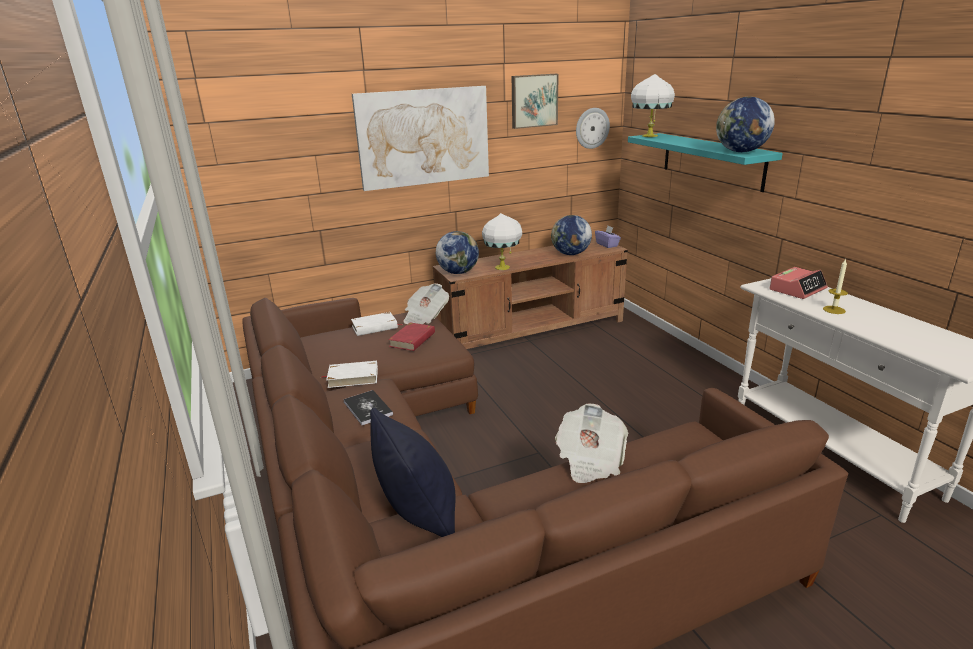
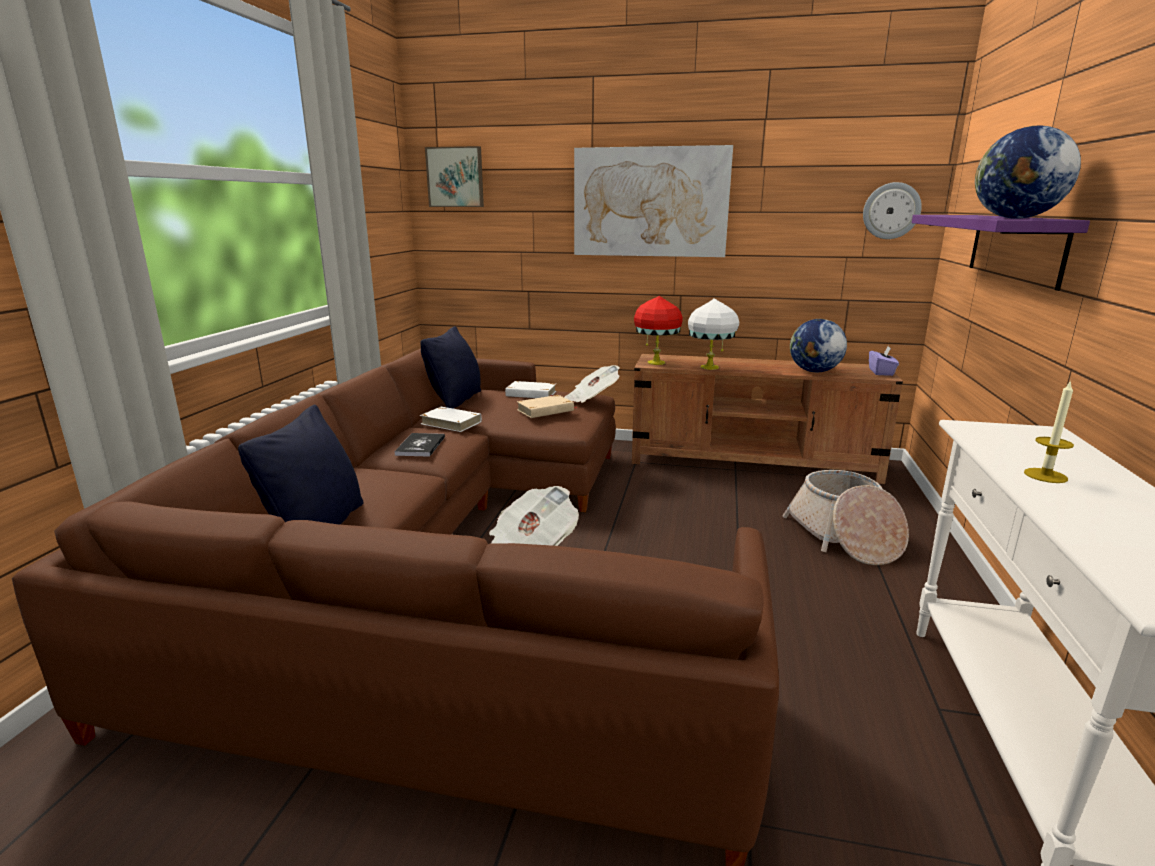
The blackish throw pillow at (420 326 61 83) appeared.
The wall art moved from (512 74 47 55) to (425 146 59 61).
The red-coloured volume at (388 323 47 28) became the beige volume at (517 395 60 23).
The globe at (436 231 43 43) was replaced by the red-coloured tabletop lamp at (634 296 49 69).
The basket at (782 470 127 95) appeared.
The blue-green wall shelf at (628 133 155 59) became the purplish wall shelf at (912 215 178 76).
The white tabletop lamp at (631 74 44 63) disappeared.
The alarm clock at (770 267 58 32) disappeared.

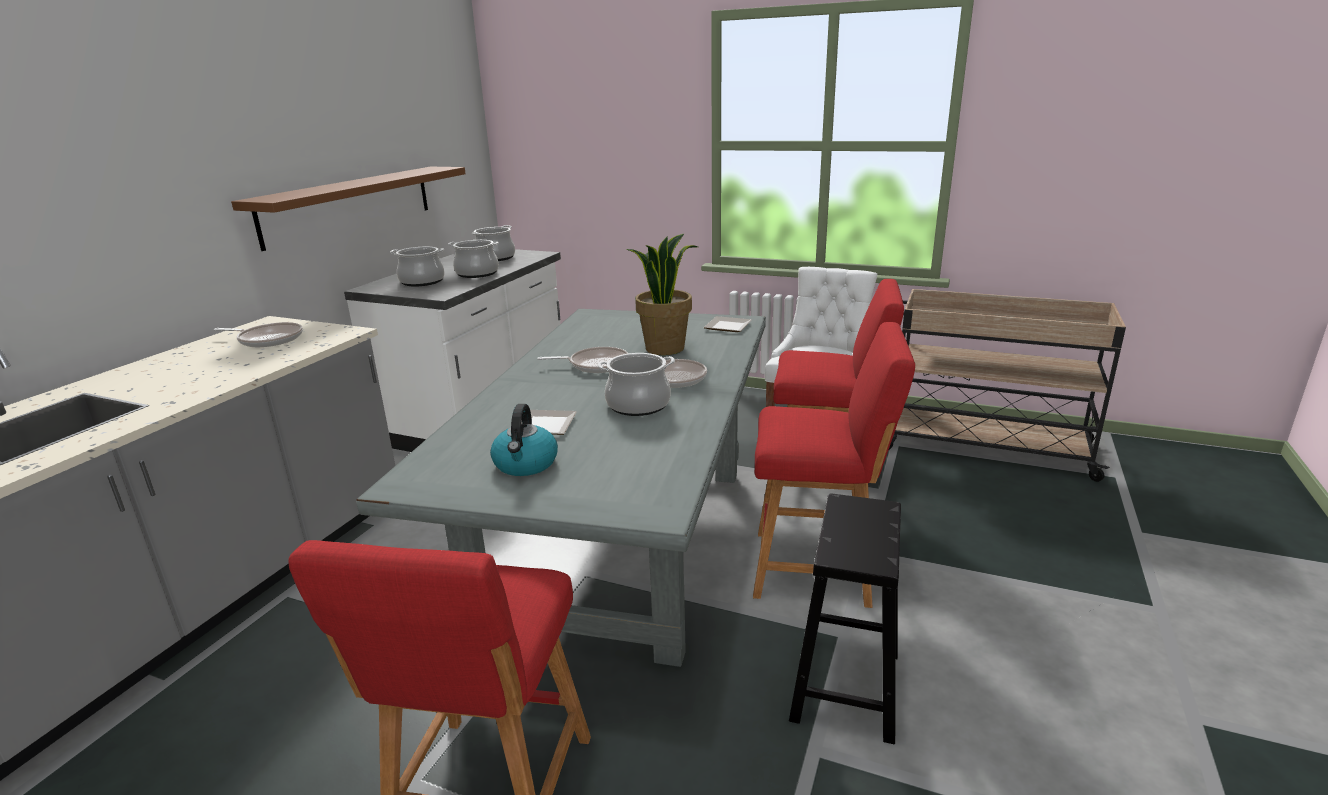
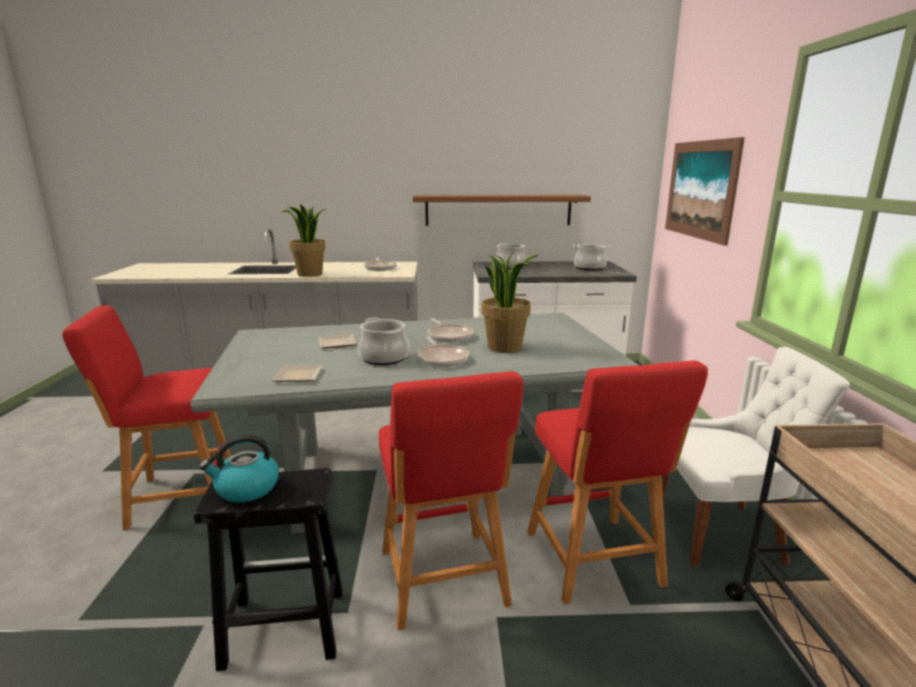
The kettle moved from (490 404 68 72) to (199 434 80 68).
The dinner plate moved from (704 316 48 16) to (271 365 52 17).
The potted plant at (282 204 44 73) appeared.
The wall art at (665 137 80 109) appeared.
The saucepot at (448 240 51 38) disappeared.

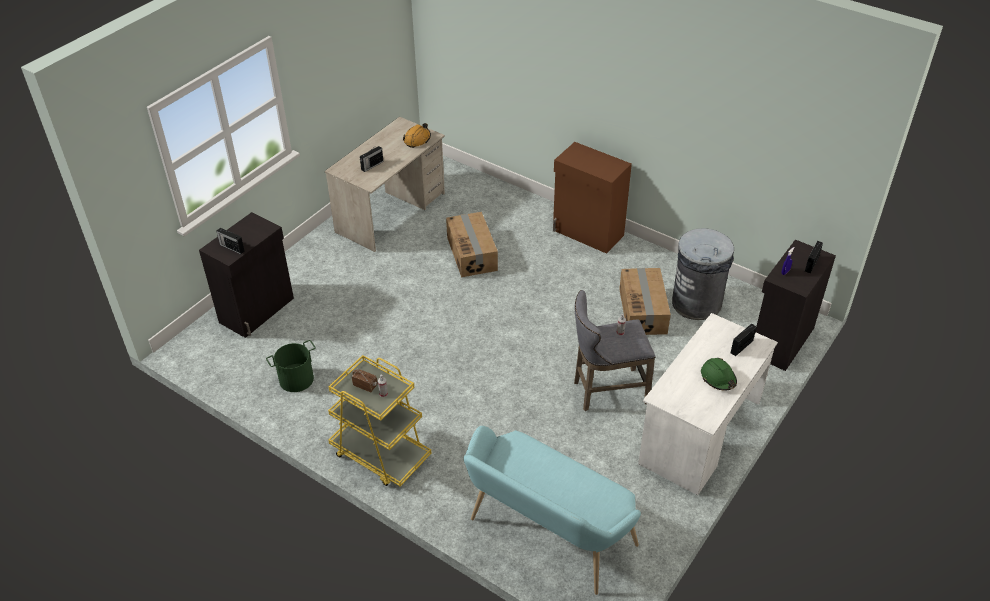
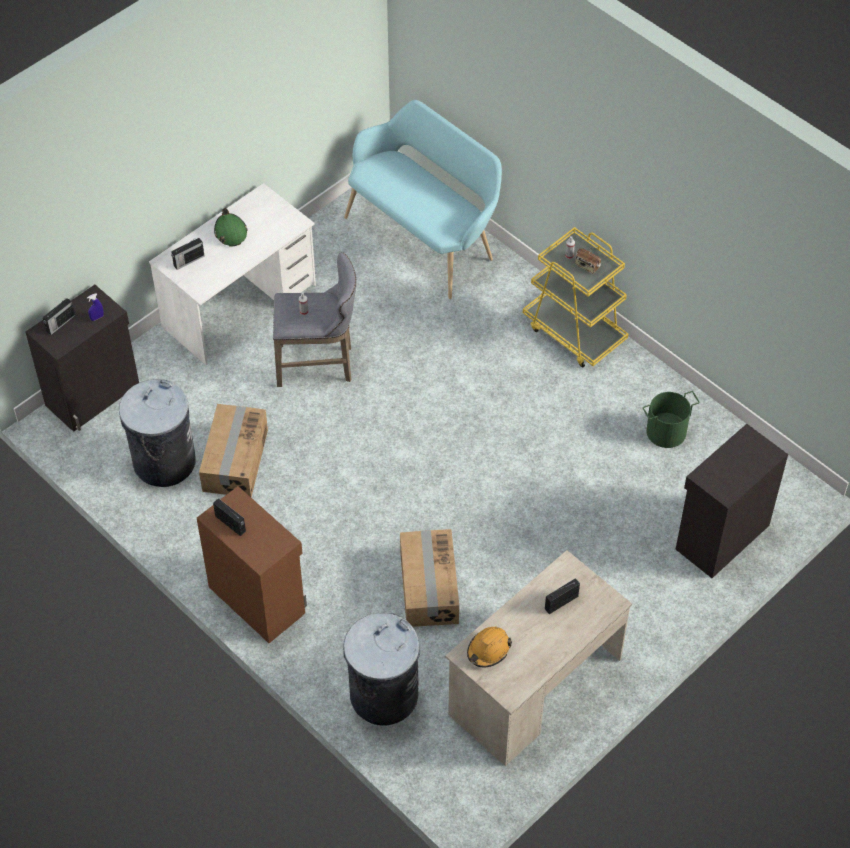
The radio moved from (216 228 29 26) to (213 498 33 38).
The gray trash can at (343 613 77 113) appeared.

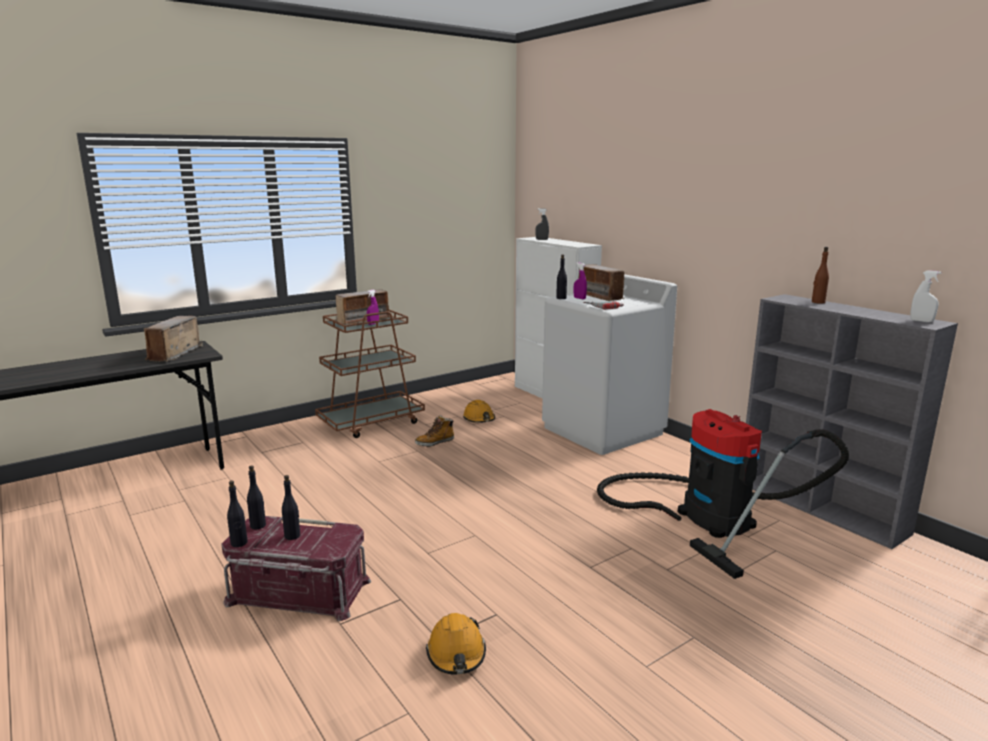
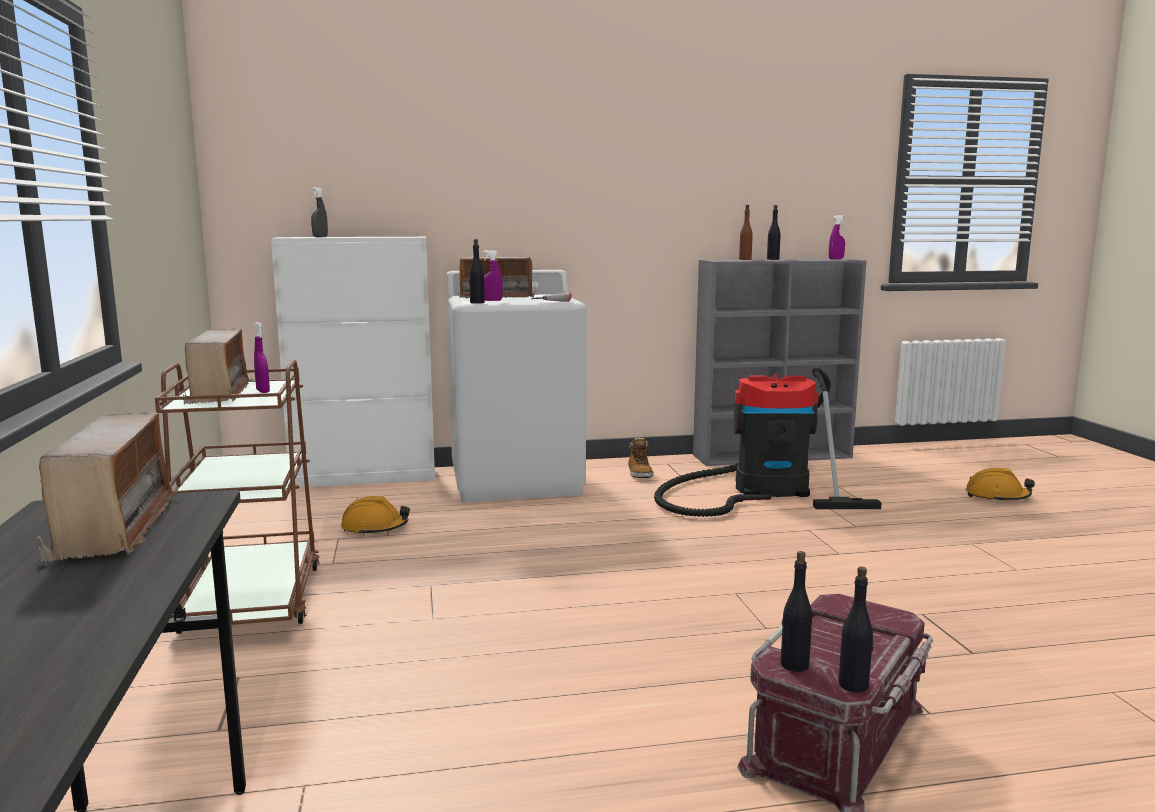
The radio at (144 316 59 46) turned 135 degrees counterclockwise.
The boot moved from (415 415 39 32) to (628 438 26 40).
The blackish beverage bottle moved from (282 475 18 65) to (767 205 14 55).
The white spray bottle at (910 270 32 52) became the purplish spray bottle at (829 215 16 44).
The orangey safety helmet moved from (426 613 60 62) to (966 468 69 34).

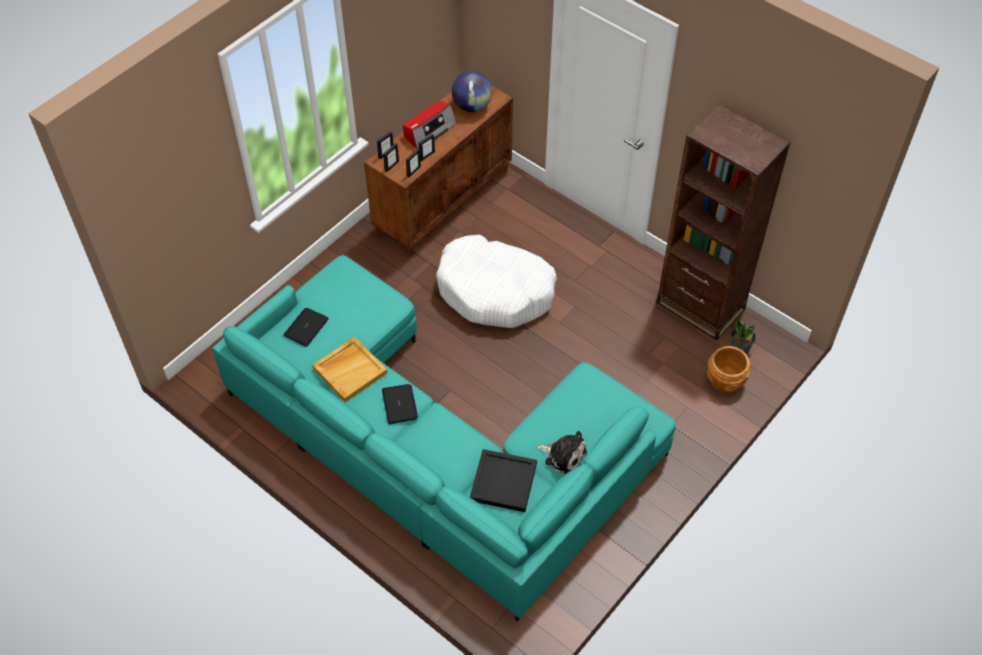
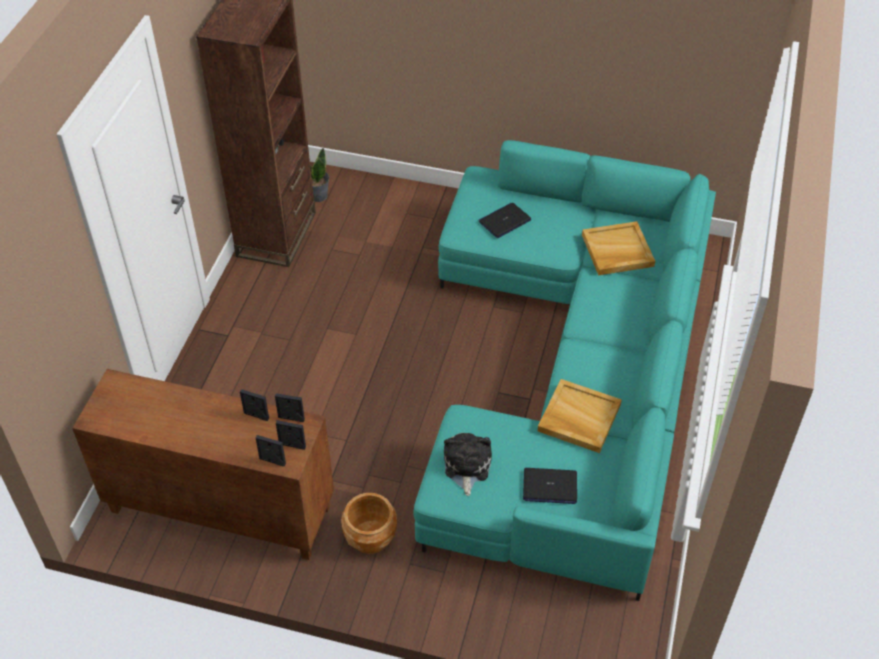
The brownish flower pot moved from (707 346 44 47) to (341 493 56 61).
The cuddly toy moved from (537 431 50 44) to (444 433 48 63).
The notebook computer moved from (382 384 36 40) to (479 203 52 35).
The blackish carrying tray at (470 449 67 63) became the beige carrying tray at (582 221 73 54).
The radio at (403 101 54 48) disappeared.
The white dog bed at (436 235 121 93) disappeared.
The globe at (452 71 40 41) disappeared.

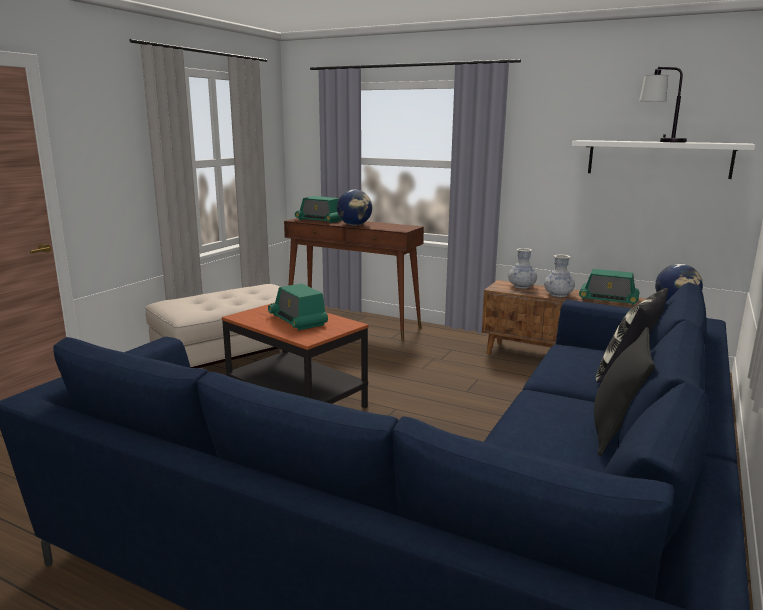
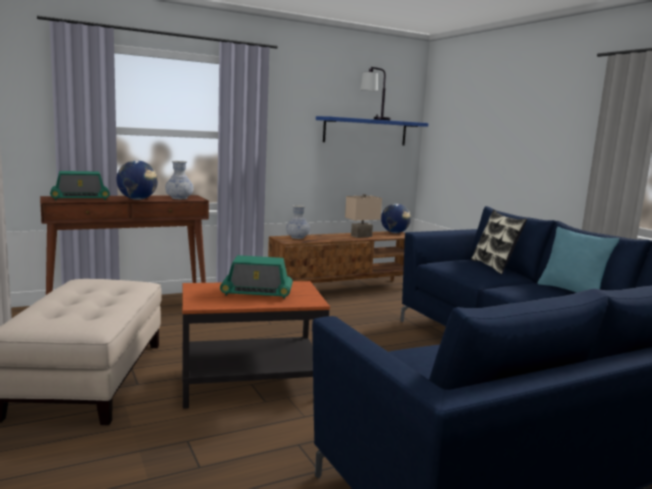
The flower vase moved from (544 254 31 43) to (165 161 29 38).
The white wall shelf at (572 140 183 39) became the blue-coloured wall shelf at (316 116 112 30).
The radio at (579 269 61 37) was replaced by the beige tabletop lamp at (345 194 37 44).
The blackish throw pillow at (594 327 61 129) became the blue-green throw pillow at (537 227 82 66).

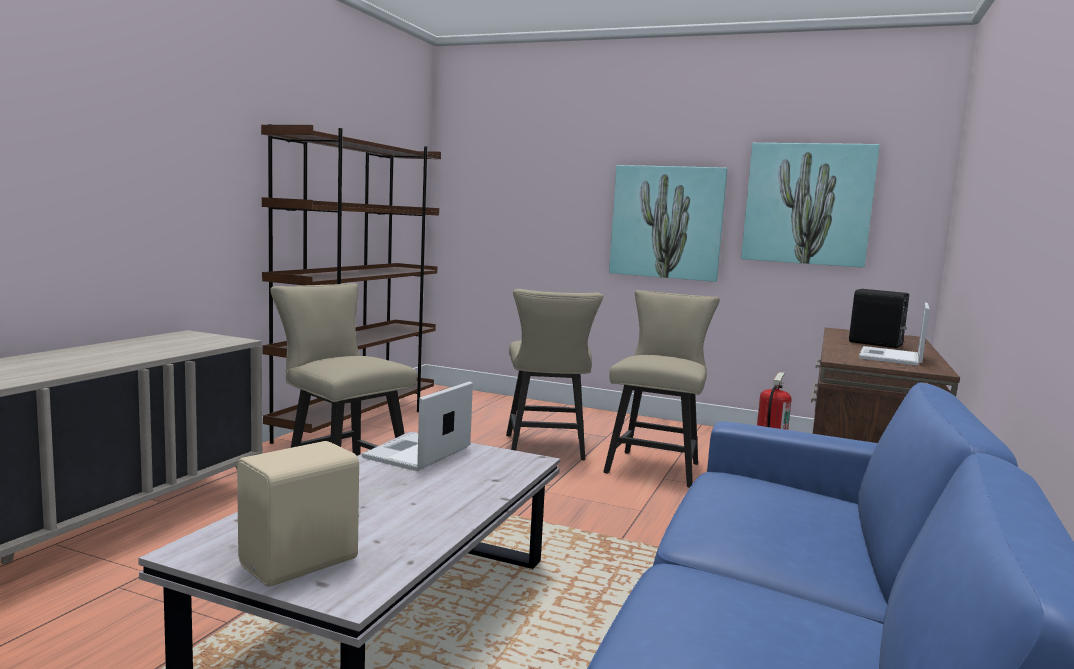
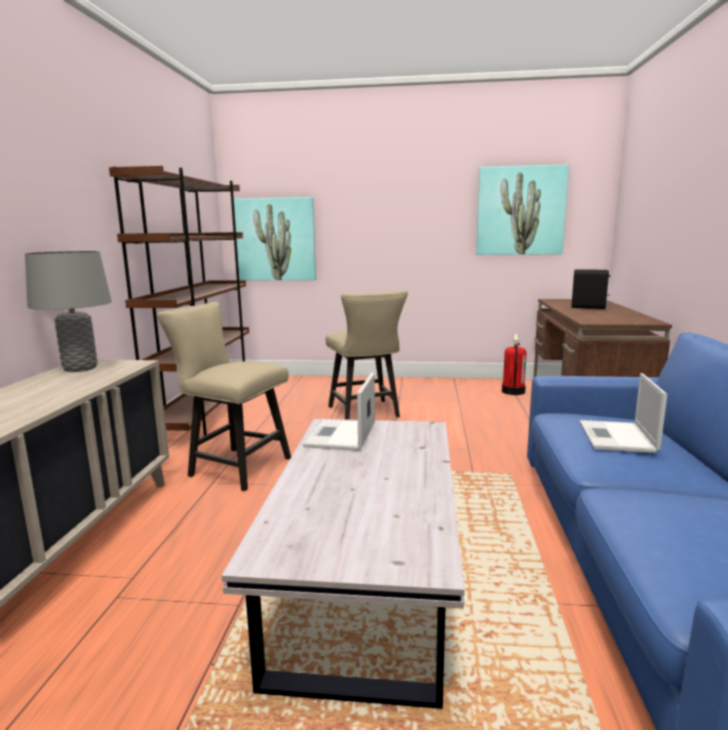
The gray tabletop lamp at (25 251 87 121) appeared.
The wall art moved from (609 165 118 117) to (234 197 82 83).
The notebook computer moved from (859 302 71 64) to (580 373 87 80).
The beige audio speaker at (237 441 122 146) disappeared.
The beige chair at (603 290 117 198) disappeared.

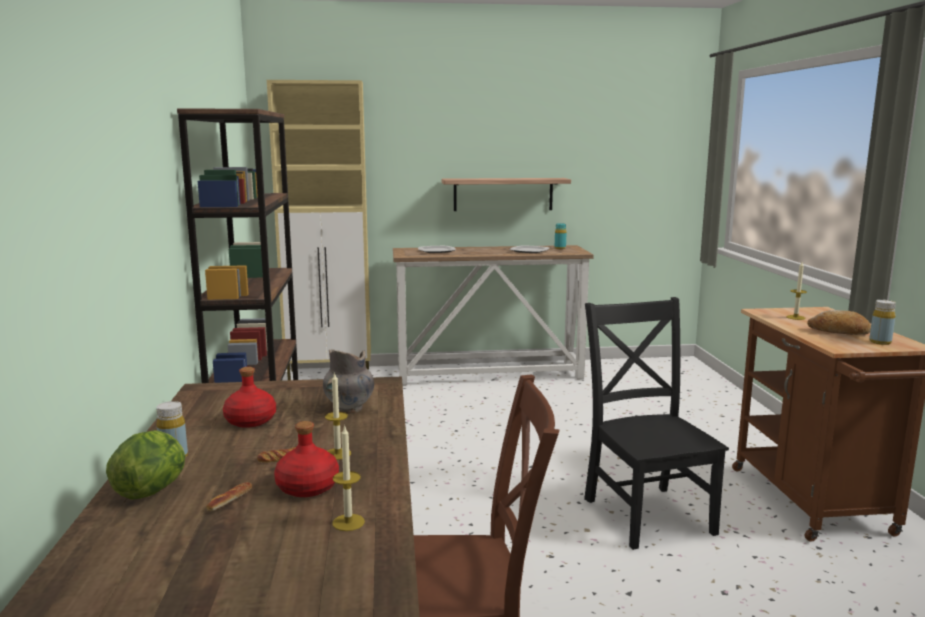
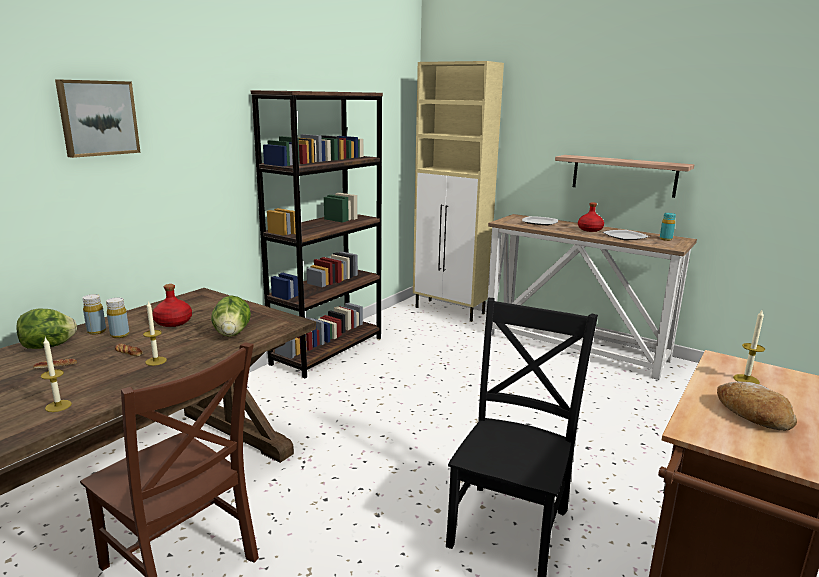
The wall art at (55 79 86 79) appeared.
The yellowish beverage bottle moved from (869 300 27 45) to (106 297 23 41).
The gray flower vase at (323 349 51 65) was replaced by the head of lettuce at (211 295 40 42).
The red-coloured beverage bottle moved from (274 421 65 76) to (578 202 26 30).

